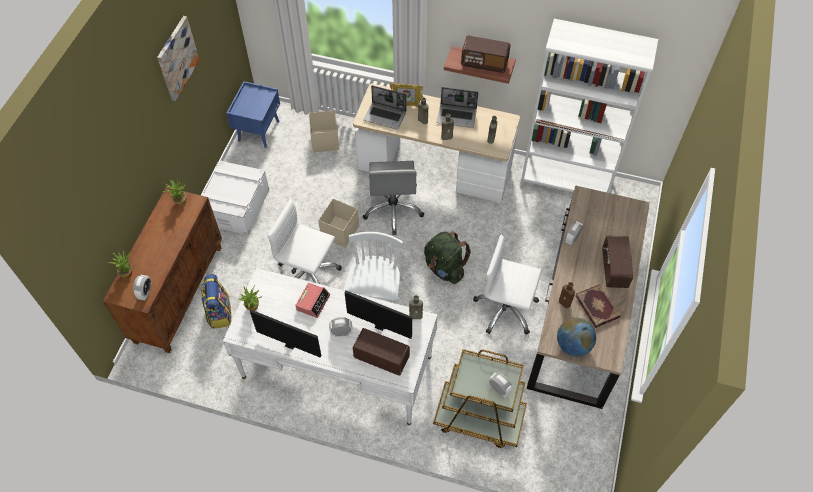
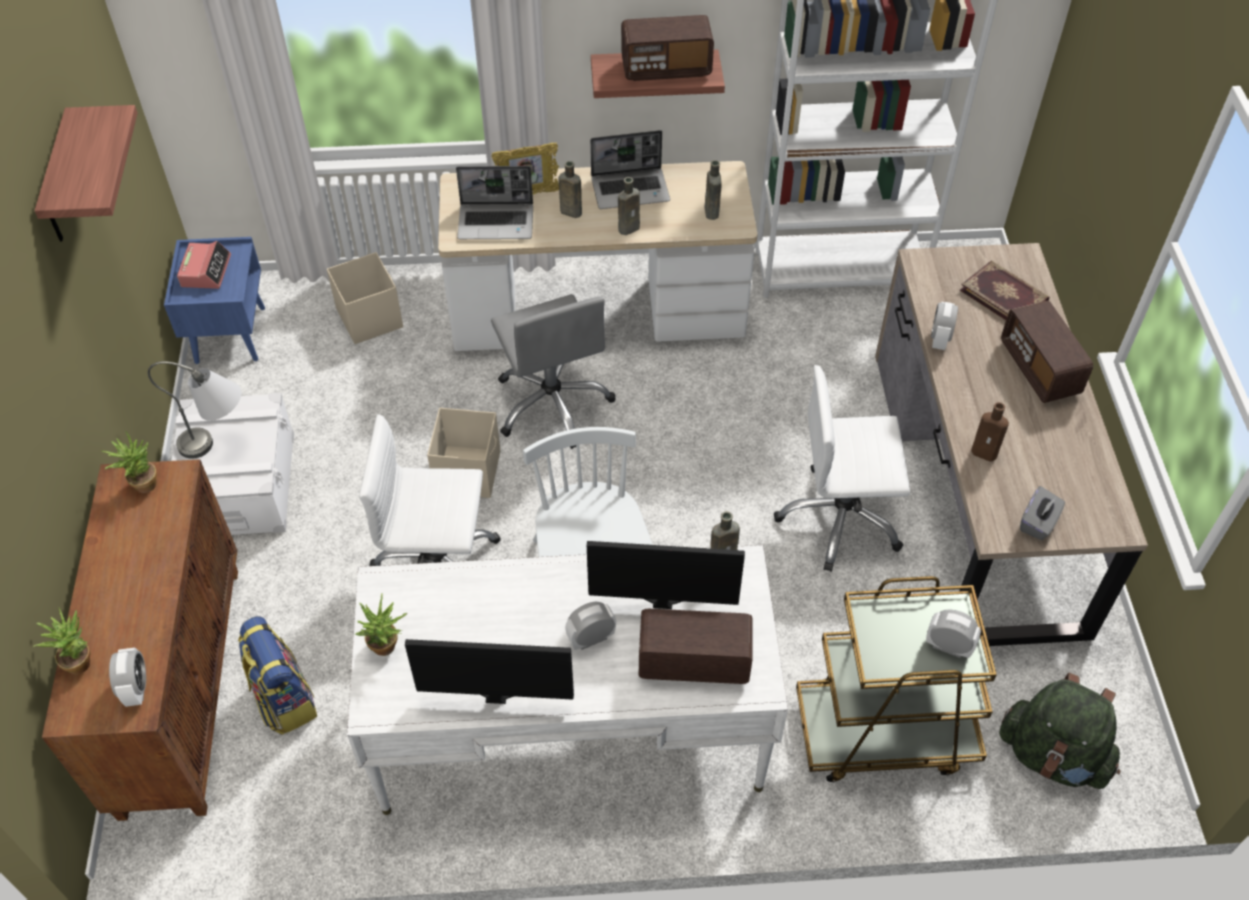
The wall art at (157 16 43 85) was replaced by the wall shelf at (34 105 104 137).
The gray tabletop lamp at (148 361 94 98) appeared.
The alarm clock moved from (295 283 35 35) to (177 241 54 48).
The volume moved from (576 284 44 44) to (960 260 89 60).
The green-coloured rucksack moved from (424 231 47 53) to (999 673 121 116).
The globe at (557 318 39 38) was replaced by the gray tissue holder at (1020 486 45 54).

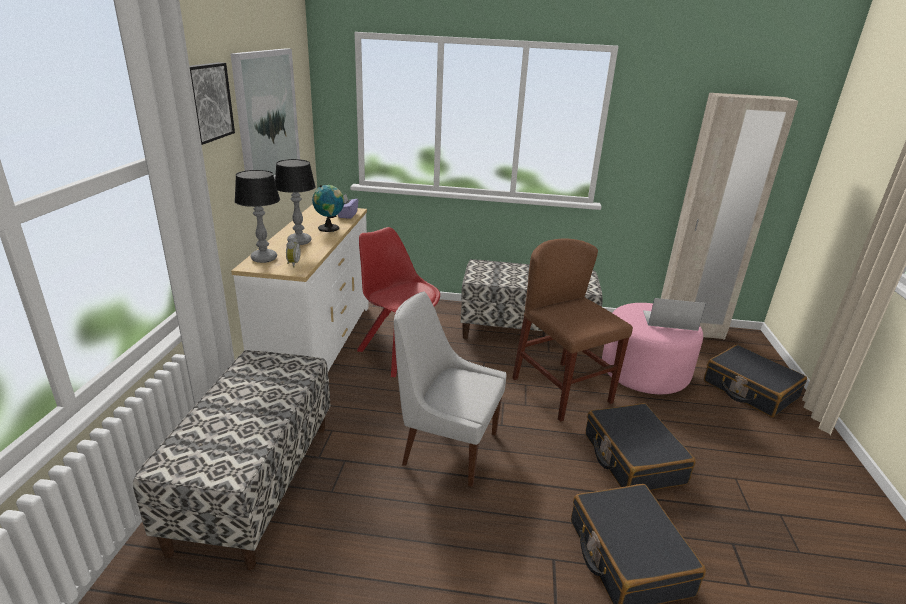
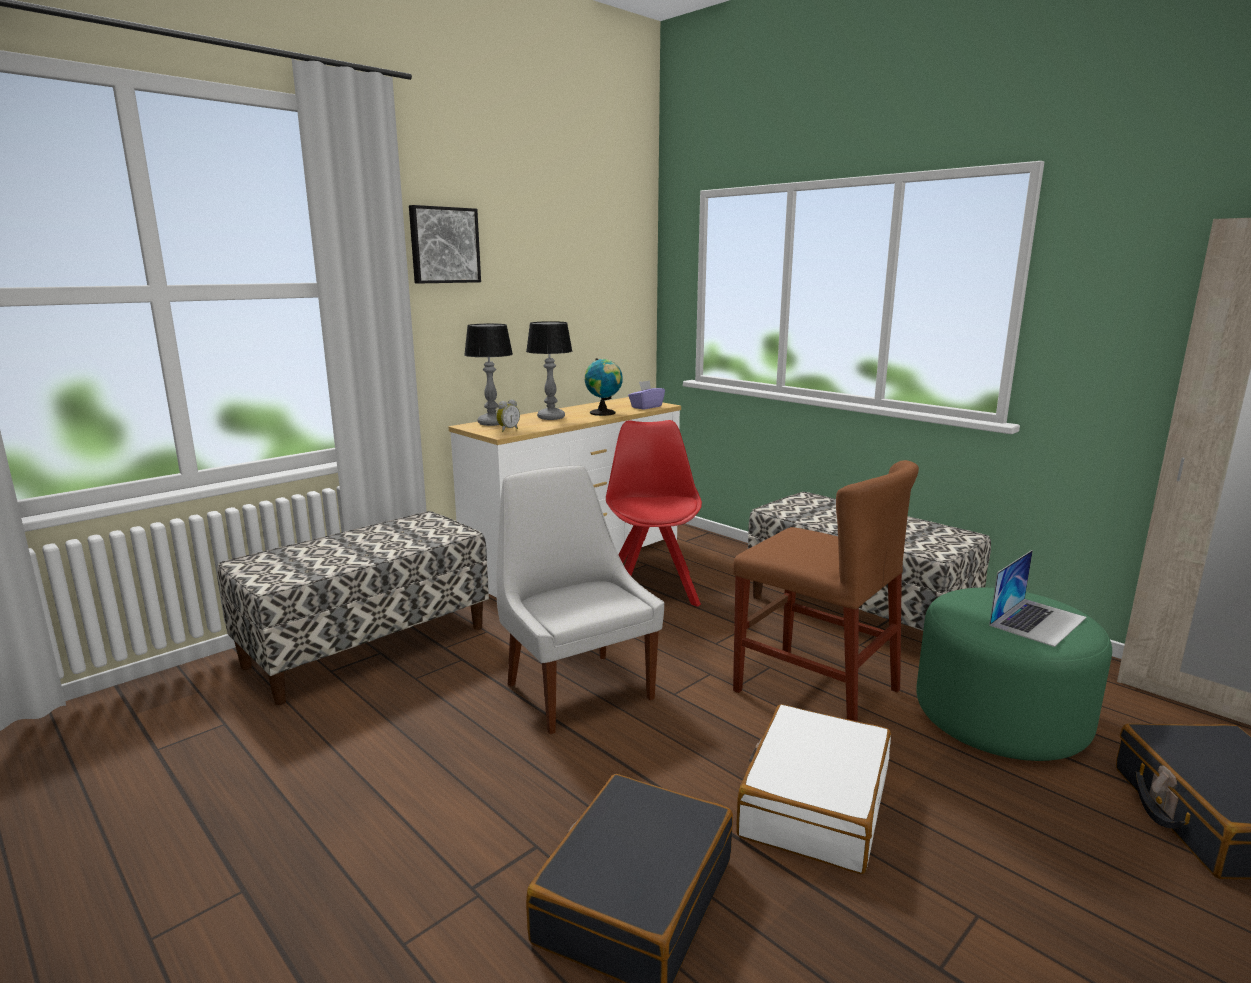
The brownish chair at (512 238 121 184) turned 120 degrees clockwise.
The blackish suitcase at (585 403 111 88) became the white suitcase at (736 704 155 170).
The pink ottoman at (602 303 101 91) became the green-coloured ottoman at (916 588 196 173).
The notebook computer at (643 298 63 33) turned 90 degrees clockwise.
The wall art at (231 48 69 131) disappeared.

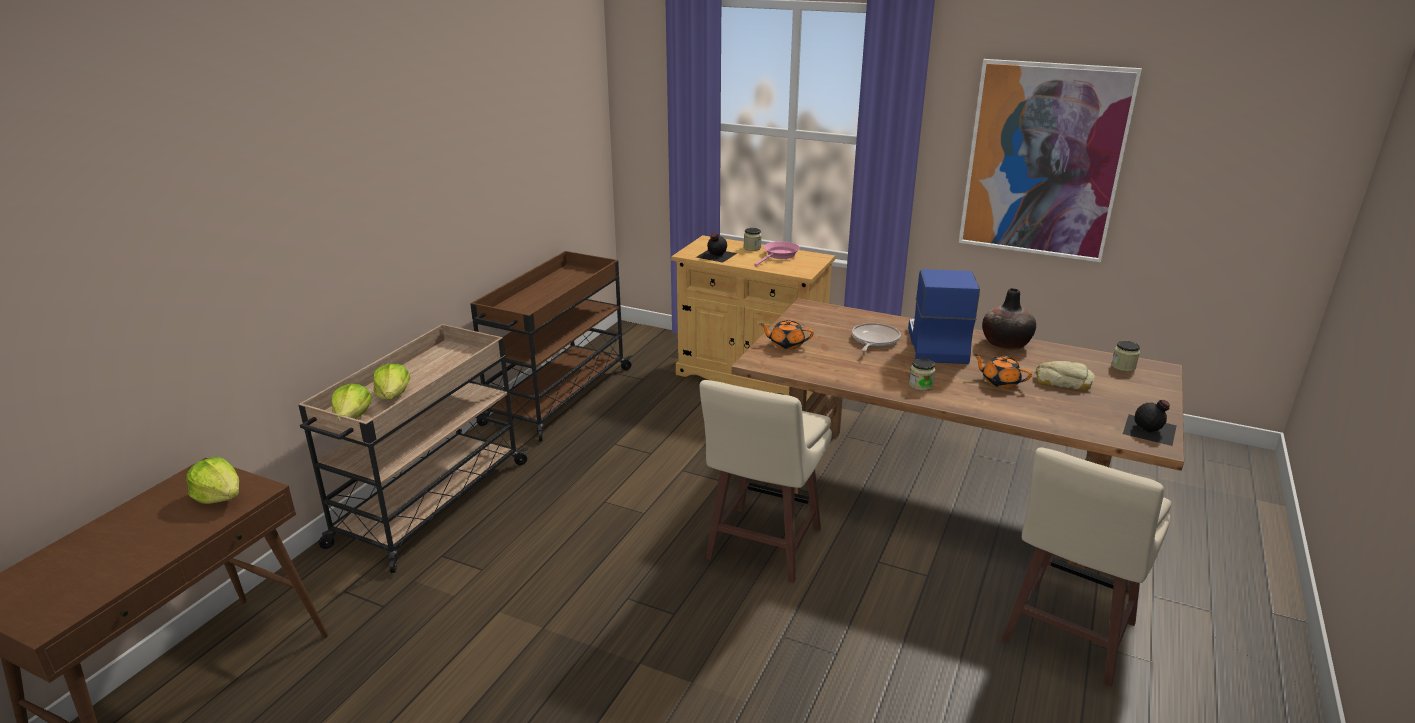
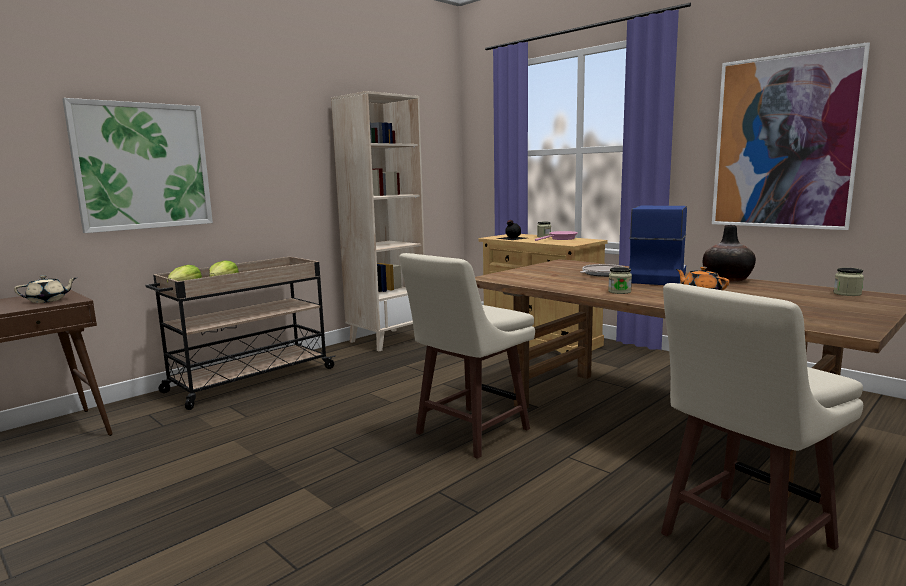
The head of lettuce at (186 457 53 47) was replaced by the beige pot for tea at (14 275 62 28).
The wall art at (63 98 150 135) appeared.
The brownish trolley at (470 251 163 191) was replaced by the beige shelving unit at (331 91 94 260).
The orangey pot for tea at (759 320 55 30) disappeared.
The baked bread at (1036 361 59 29) disappeared.
The blackish beverage bottle at (1123 400 54 46) disappeared.

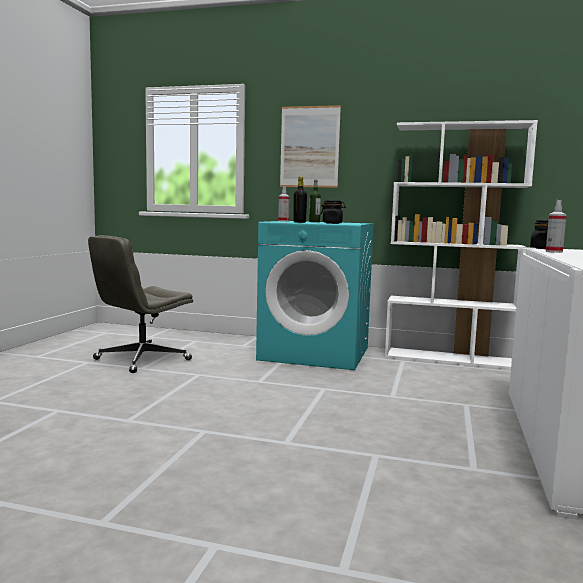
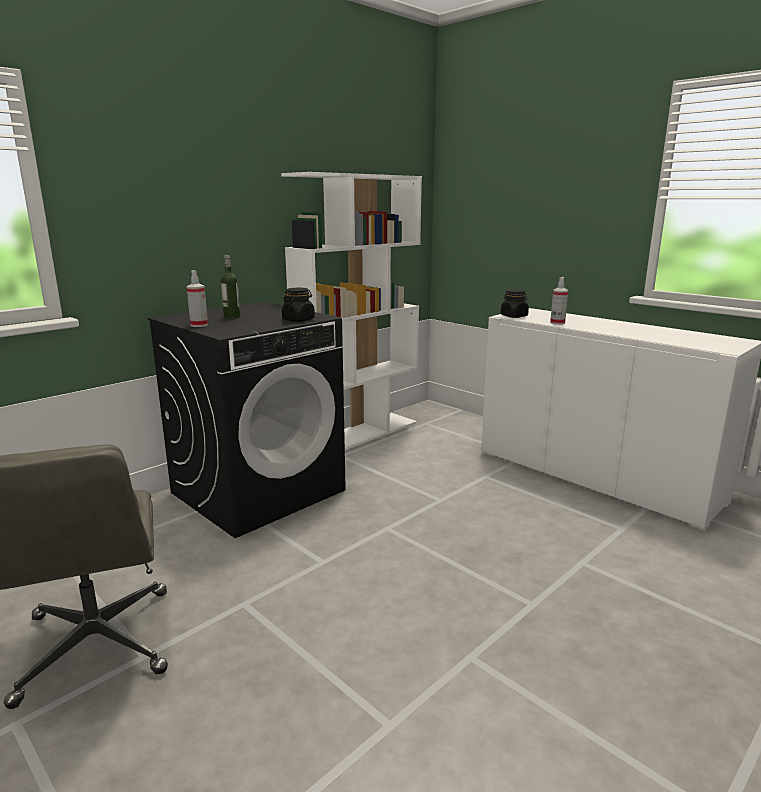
The blue-green laundry appliance at (256 221 118 149) became the blackish laundry appliance at (147 302 199 236).
The wall art at (280 105 61 83) disappeared.
The blackish beverage bottle at (293 177 14 46) disappeared.

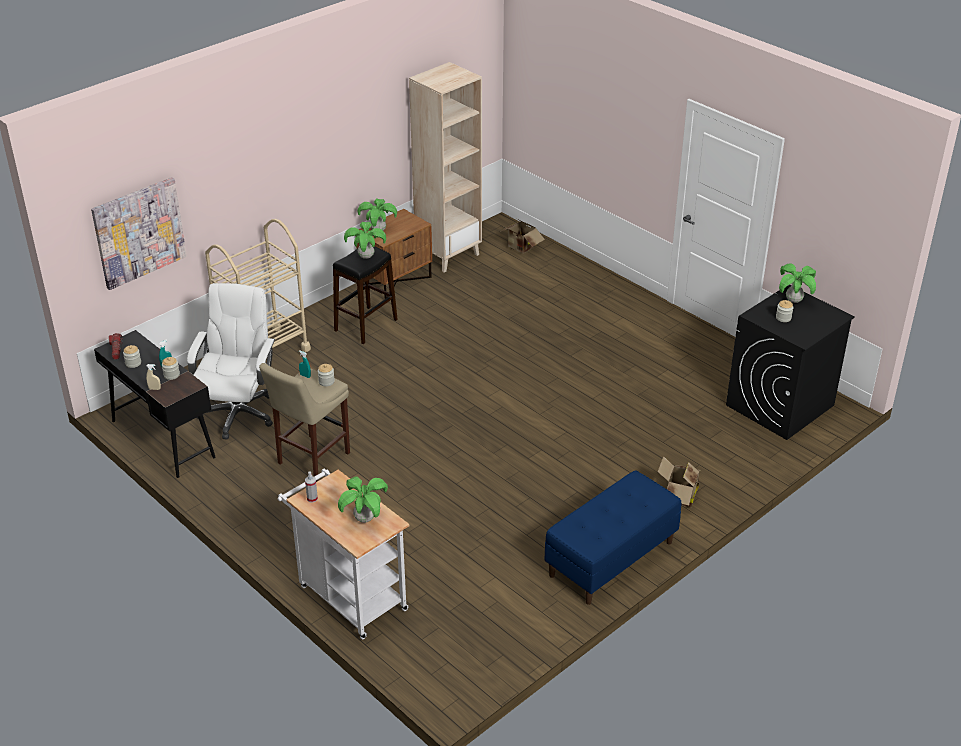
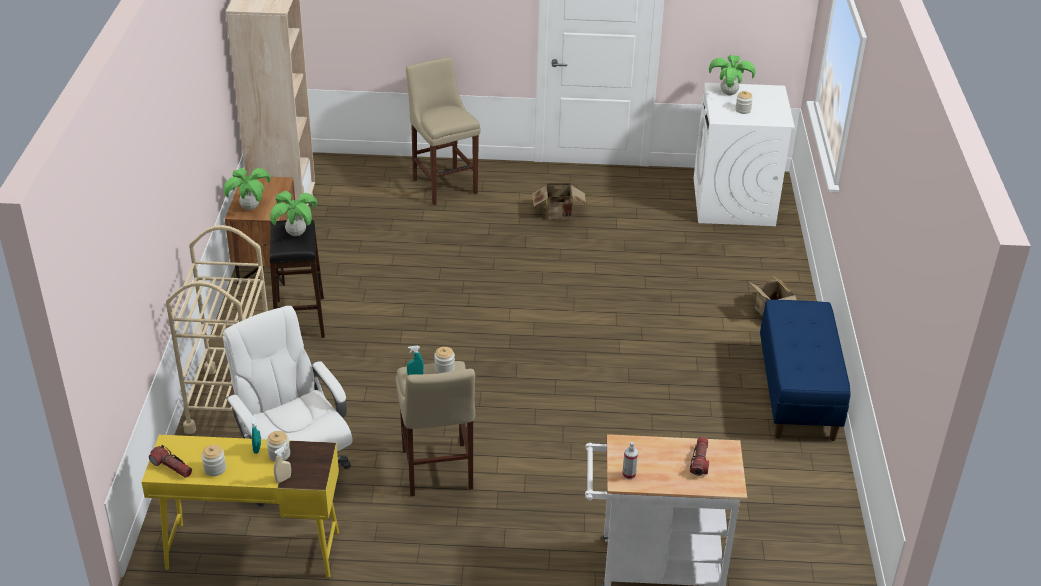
The blackish desk at (94 330 122 148) became the yellowish desk at (142 435 197 143).
The beige sitting stool at (406 57 75 148) appeared.
The packing box moved from (500 221 45 32) to (533 183 54 36).
The potted plant at (338 476 50 47) was replaced by the hand torch at (690 437 19 39).
The blackish laundry appliance at (726 285 129 155) became the white laundry appliance at (693 83 102 143).
The wall art at (91 177 96 113) disappeared.

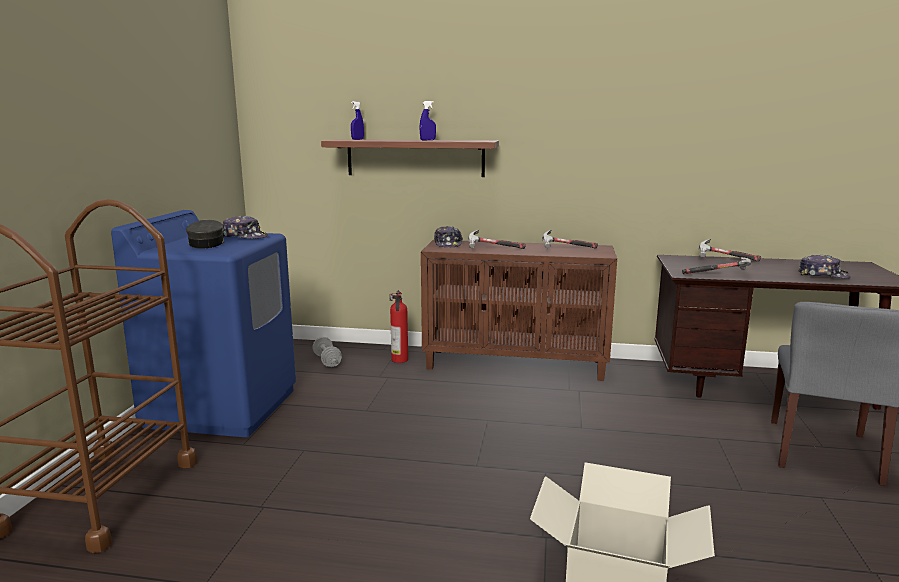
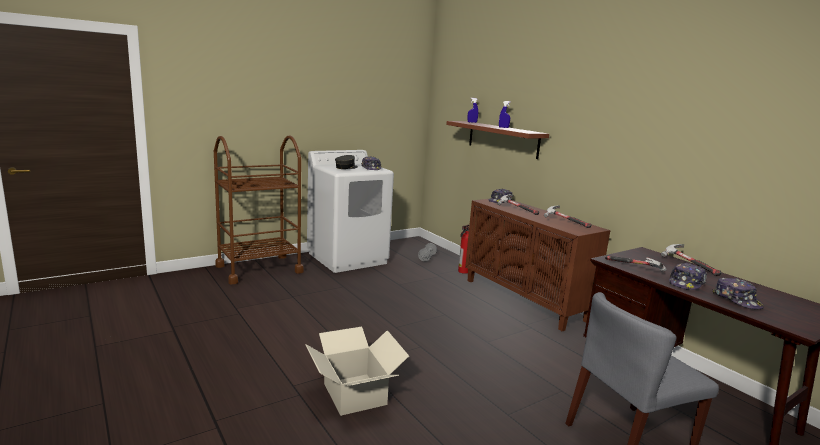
The blue-coloured laundry appliance at (111 210 185 227) became the white laundry appliance at (307 150 87 123).
The baseball cap at (669 263 38 27) appeared.

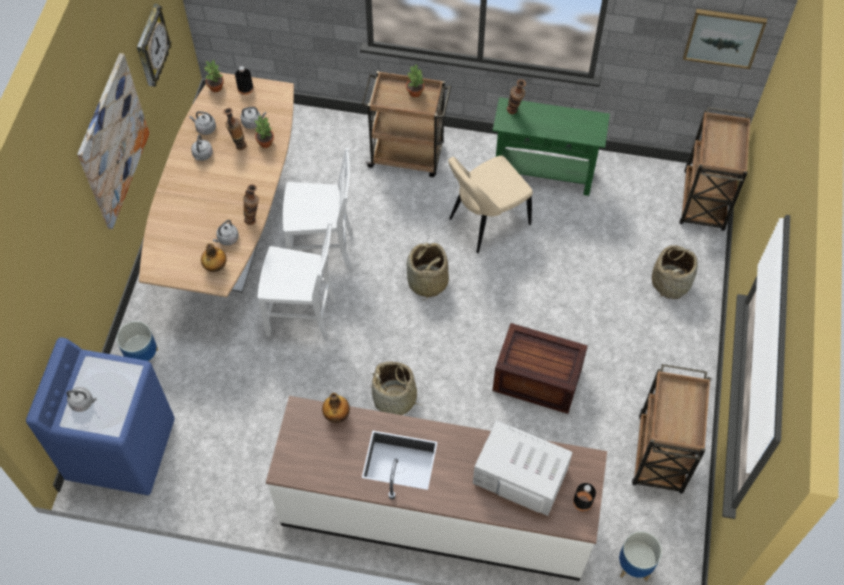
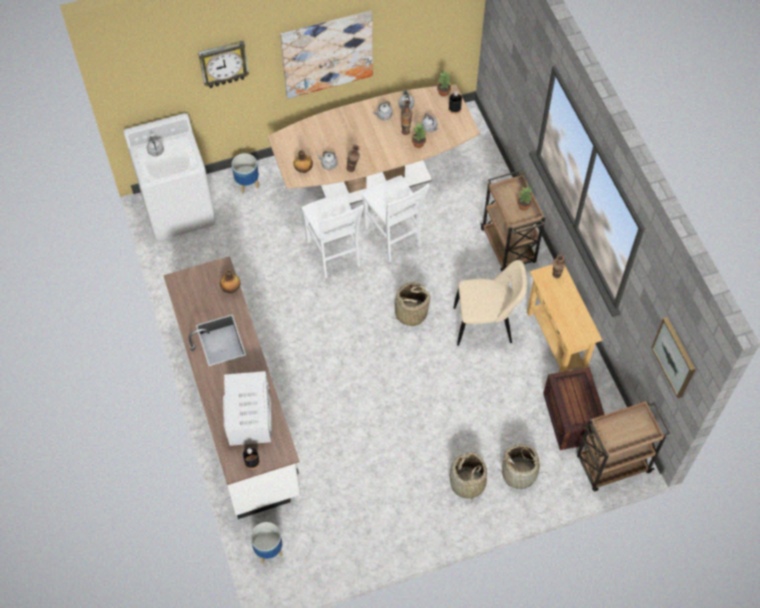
The blue-coloured laundry appliance at (26 337 149 158) became the white laundry appliance at (123 113 93 128).
The hanging clock moved from (137 4 35 83) to (198 41 51 47).
The basket moved from (370 361 54 54) to (450 452 37 48).
The beige chair at (448 155 85 98) turned 150 degrees clockwise.
The green-coloured narrow table at (492 97 118 99) became the beige narrow table at (527 264 75 108).
The crate moved from (492 323 96 91) to (543 367 62 83).
The brownish trolley at (632 364 79 130) disappeared.

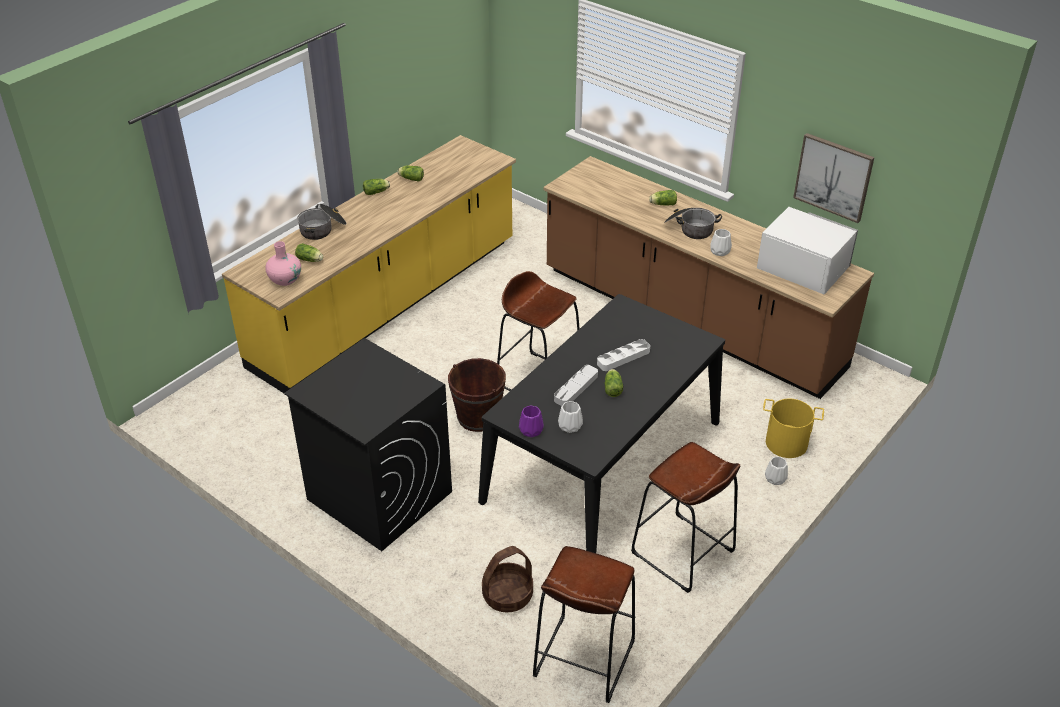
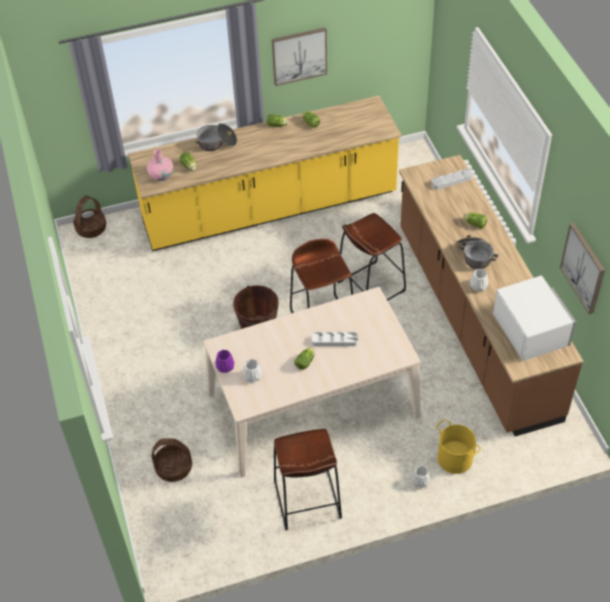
The basket at (73 196 33 42) appeared.
The blackish dining table at (478 294 247 259) became the beige dining table at (204 287 217 190).
The wall art at (272 28 55 58) appeared.
The brownish sitting stool moved from (533 546 102 157) to (337 213 69 88).
The gray carrying tray moved from (554 365 44 41) to (431 169 42 21).
The blackish laundry appliance at (284 338 168 213) disappeared.

